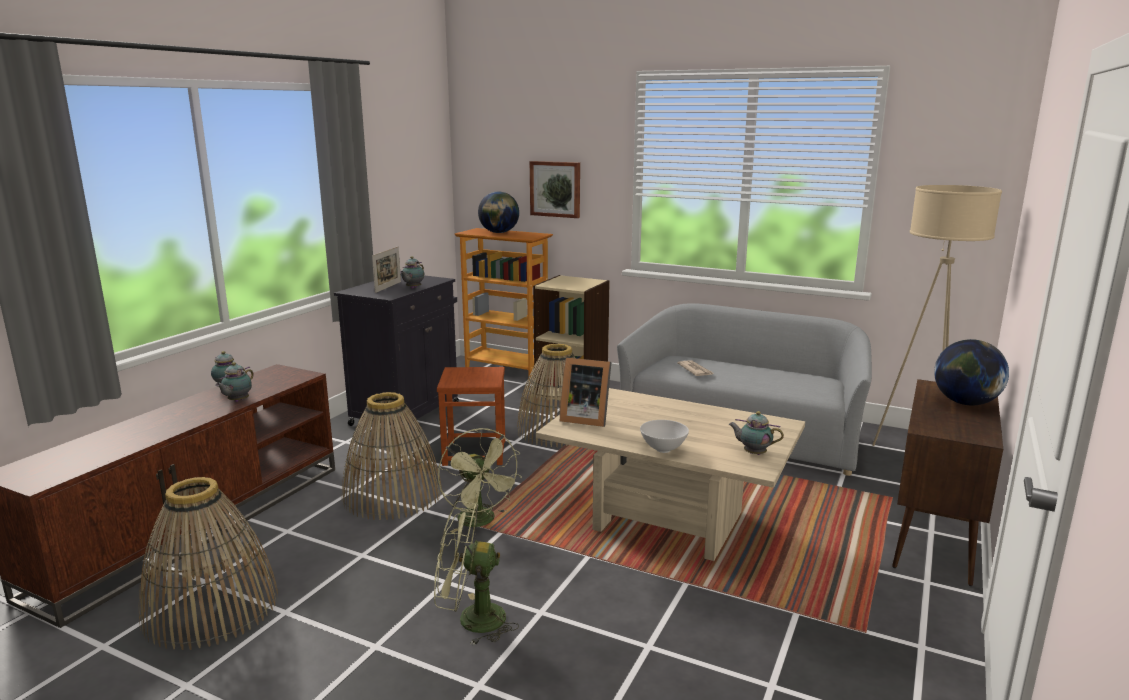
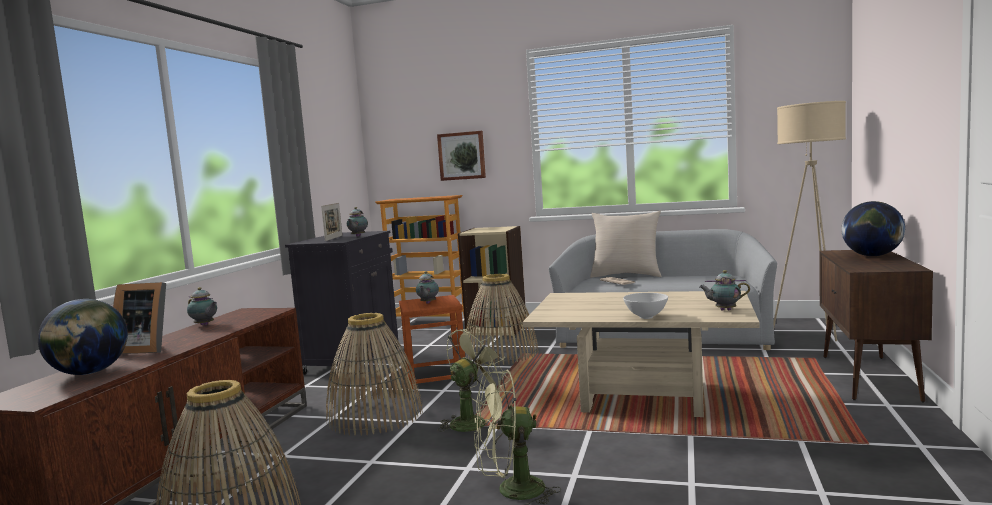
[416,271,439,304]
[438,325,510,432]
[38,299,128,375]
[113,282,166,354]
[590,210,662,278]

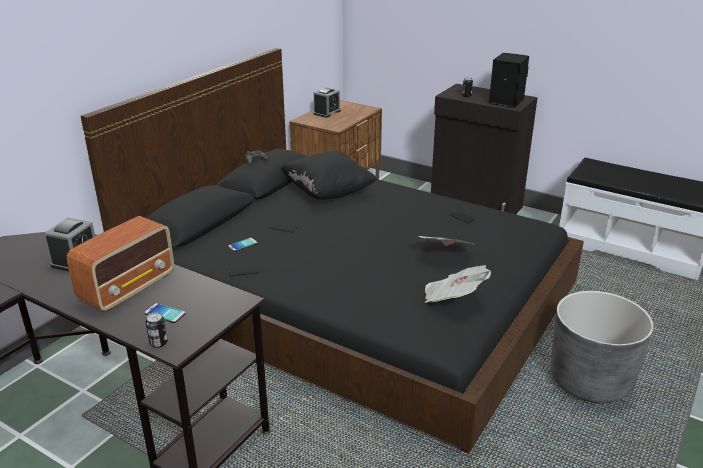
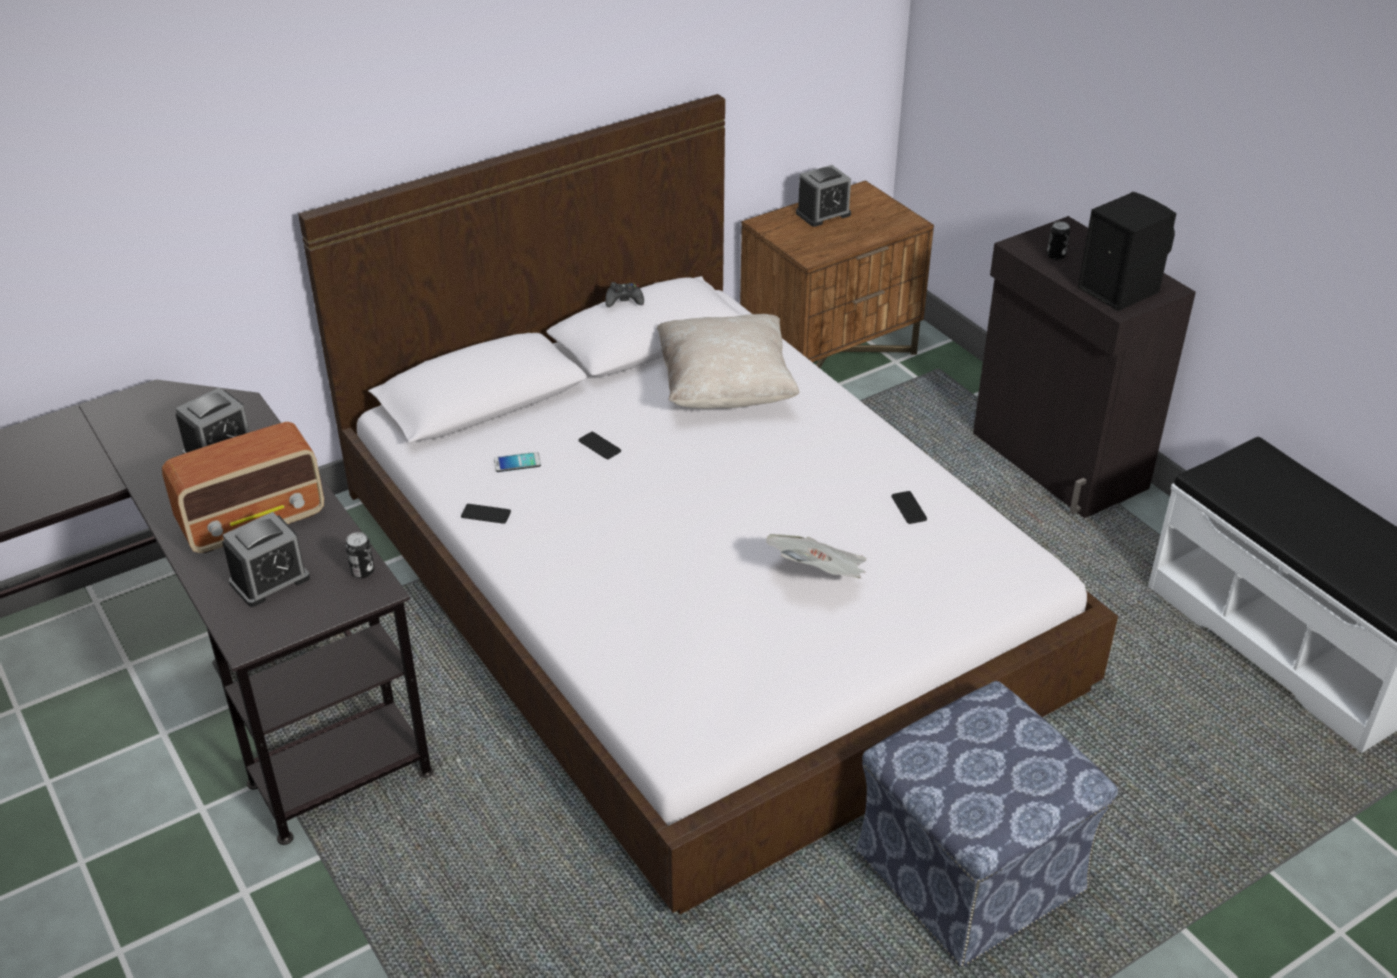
[298,94,1118,914]
[222,512,310,607]
[345,532,374,578]
[657,314,799,409]
[425,265,491,303] (first image)
[856,681,1118,967]

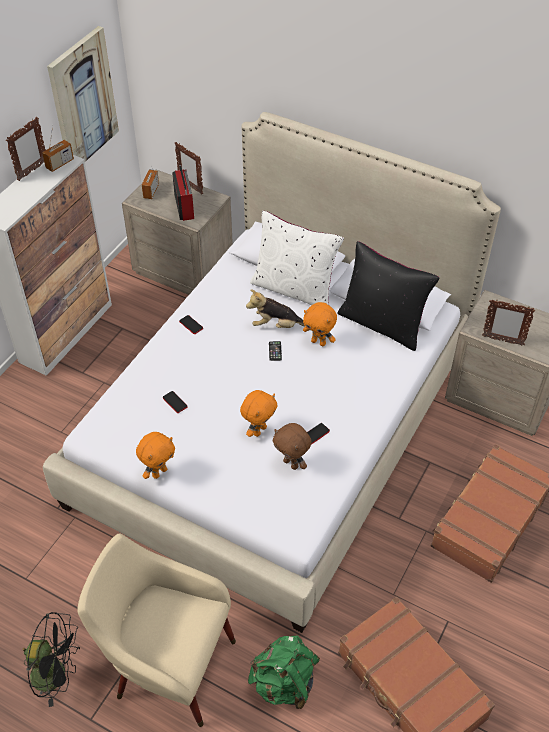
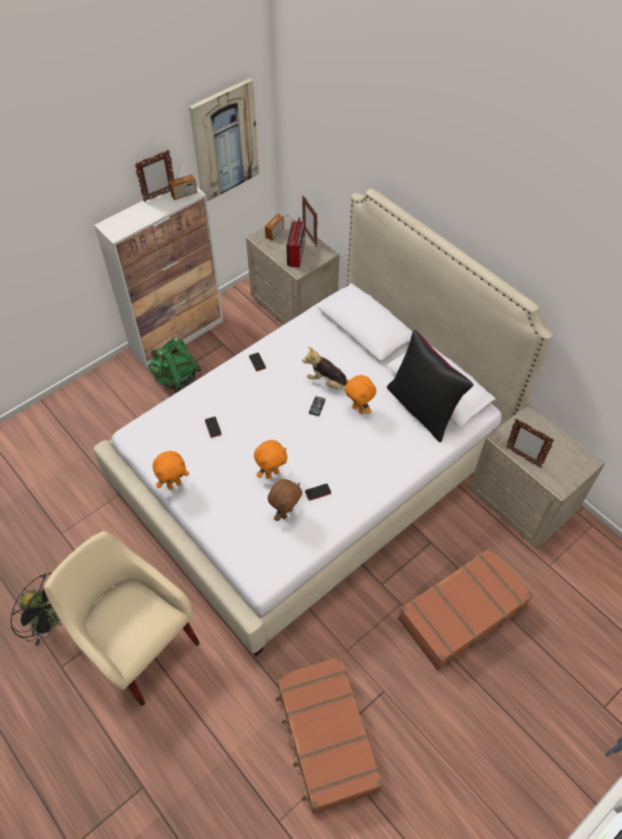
[149,337,201,393]
[250,211,344,305] (first image)
[267,479,302,521]

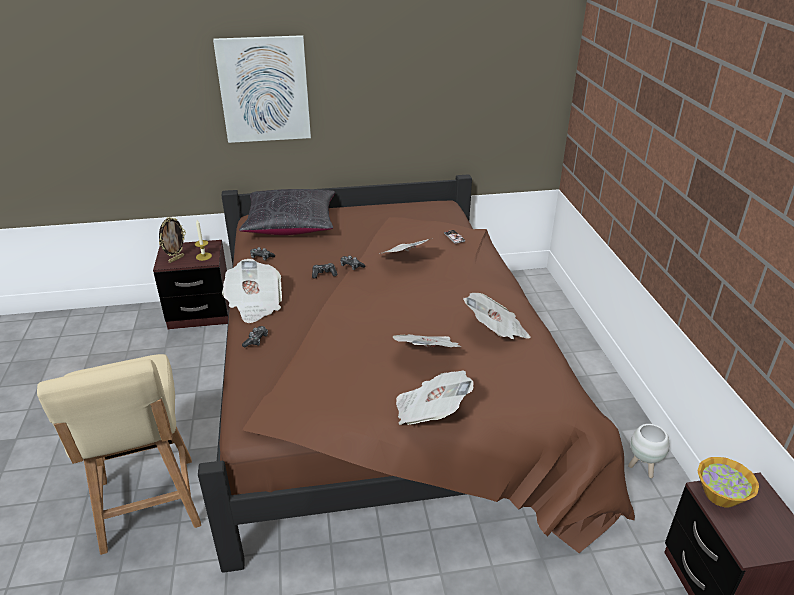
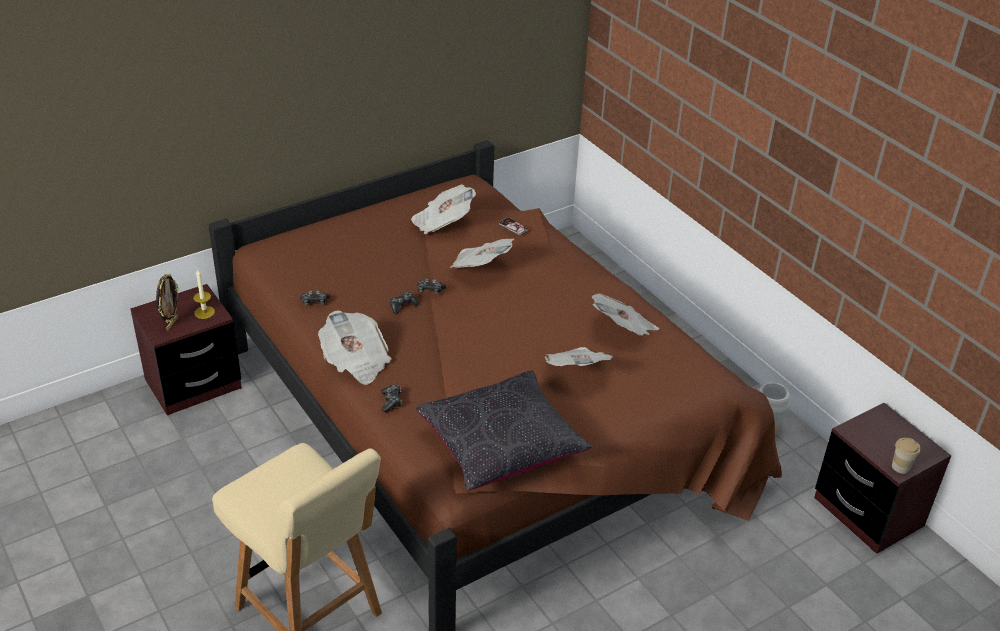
[213,35,311,143] (first image)
[416,370,592,491]
[411,184,476,234]
[698,457,759,507] (first image)
[892,438,920,474]

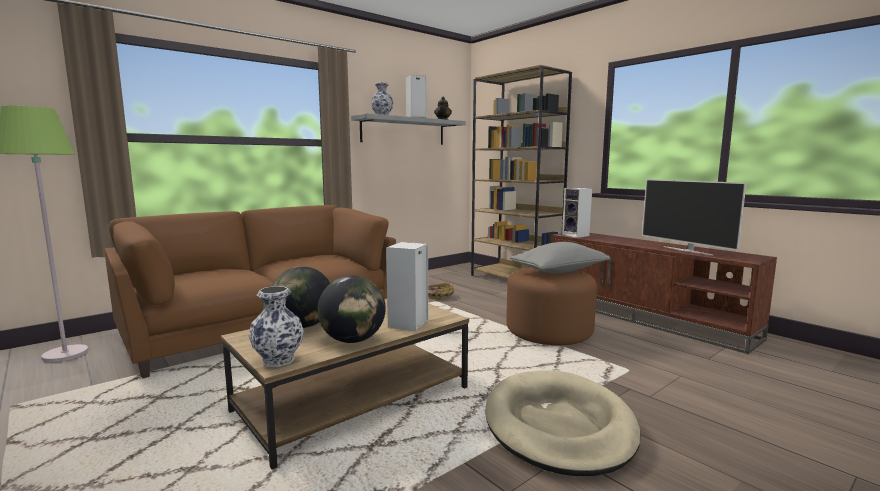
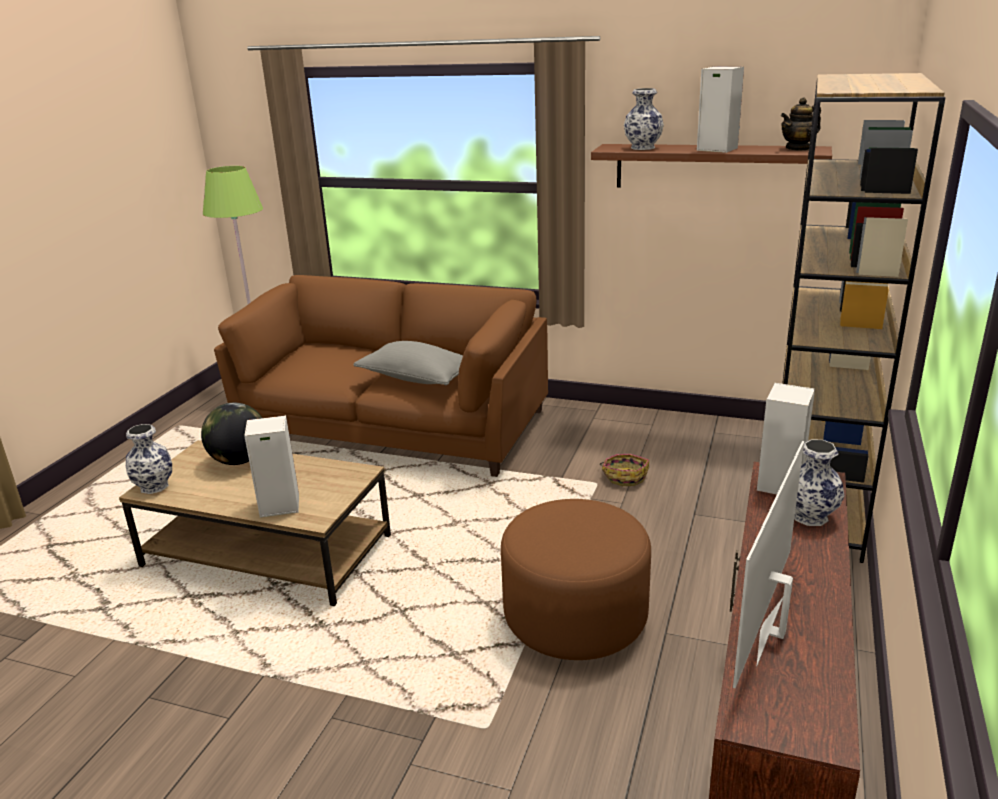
[317,275,386,343] (first image)
[591,144,832,189]
[485,370,641,476] (first image)
[354,341,463,385]
[794,440,844,526]

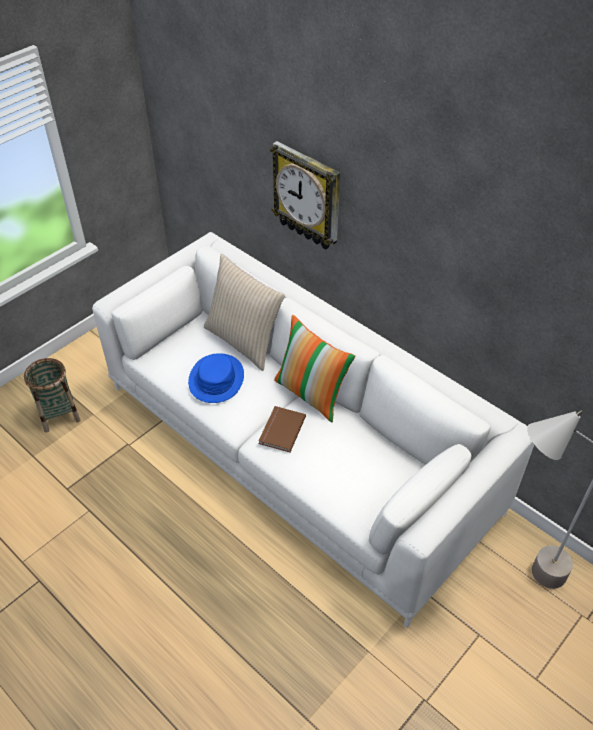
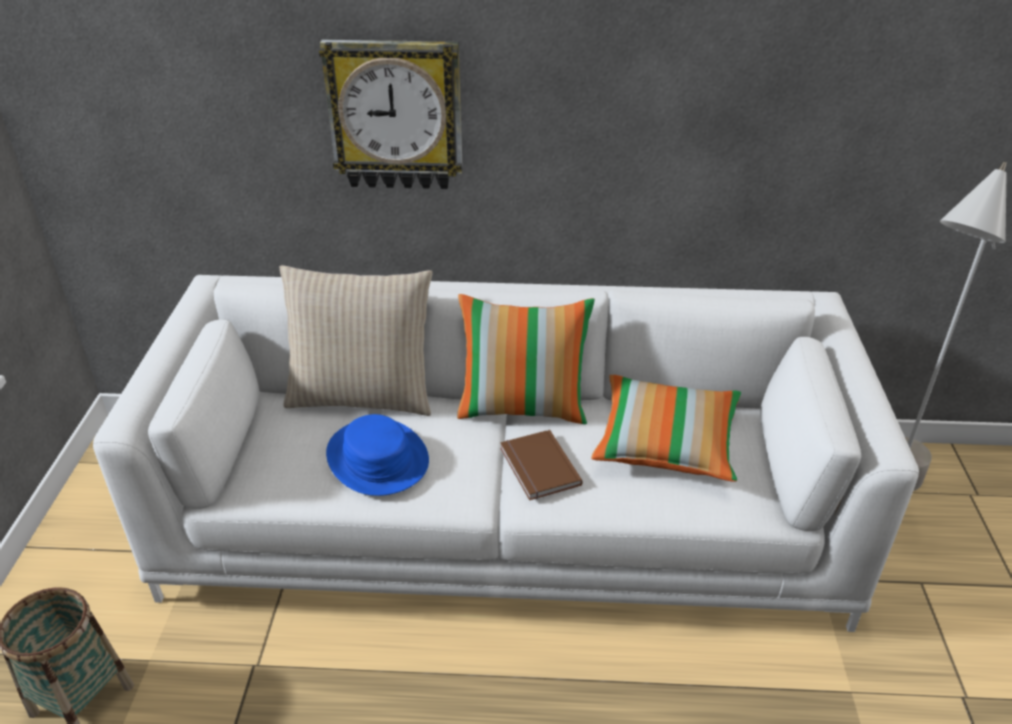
[591,375,741,481]

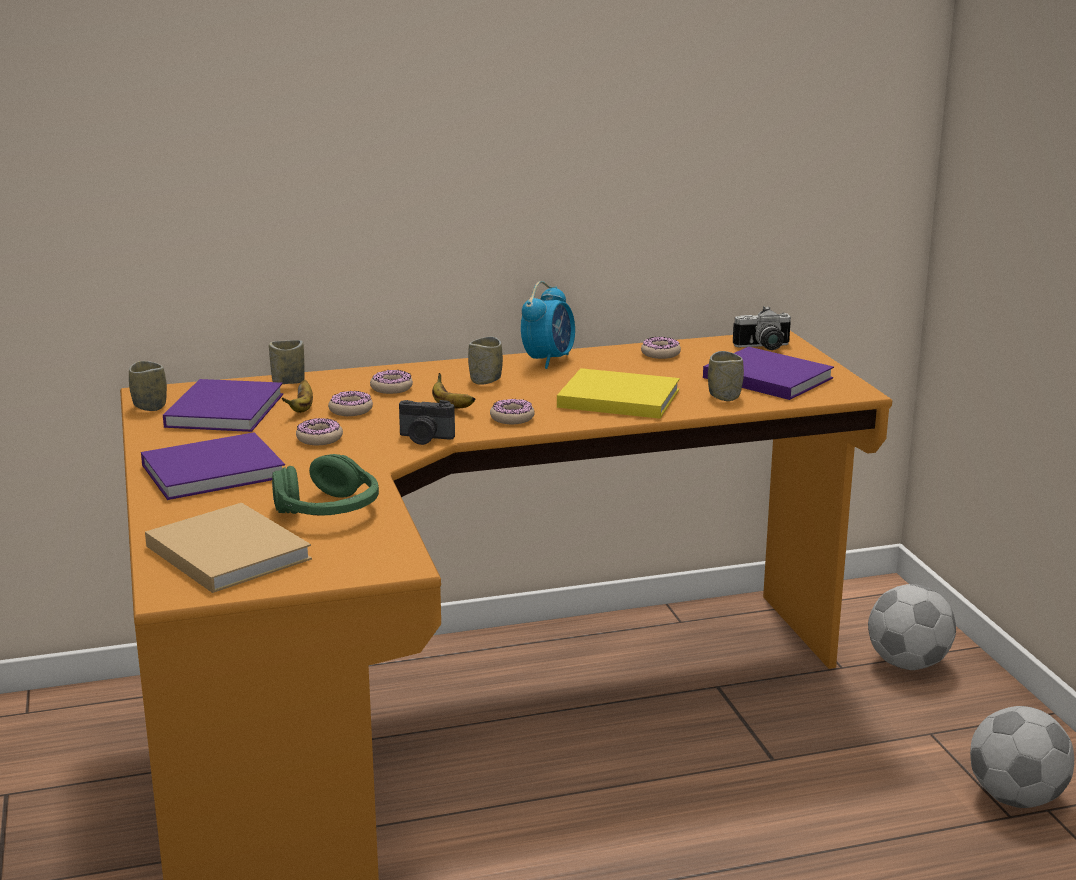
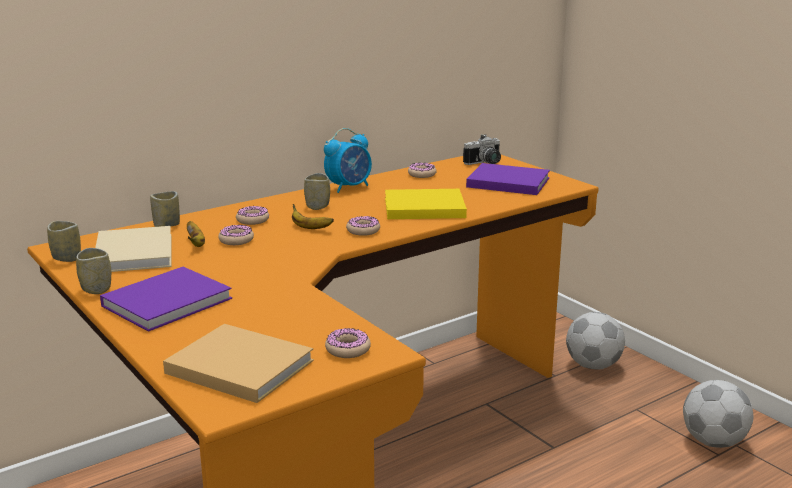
[95,226,171,272]
[272,454,379,516] (first image)
[325,328,371,358]
[399,400,455,445] (first image)
[324,128,372,193]
[76,248,111,294]

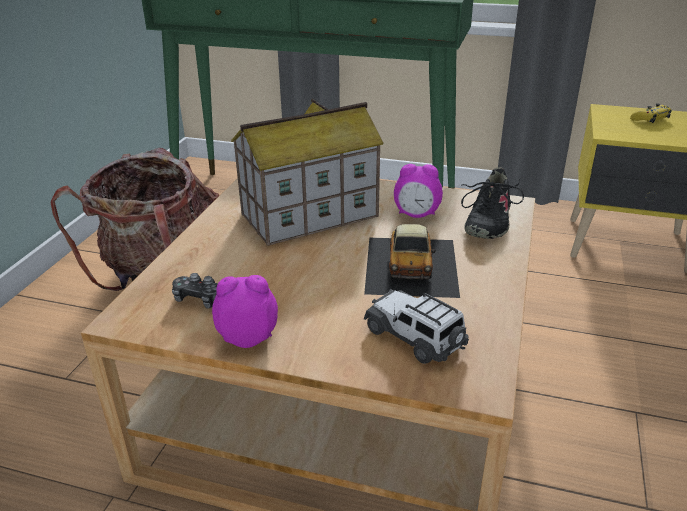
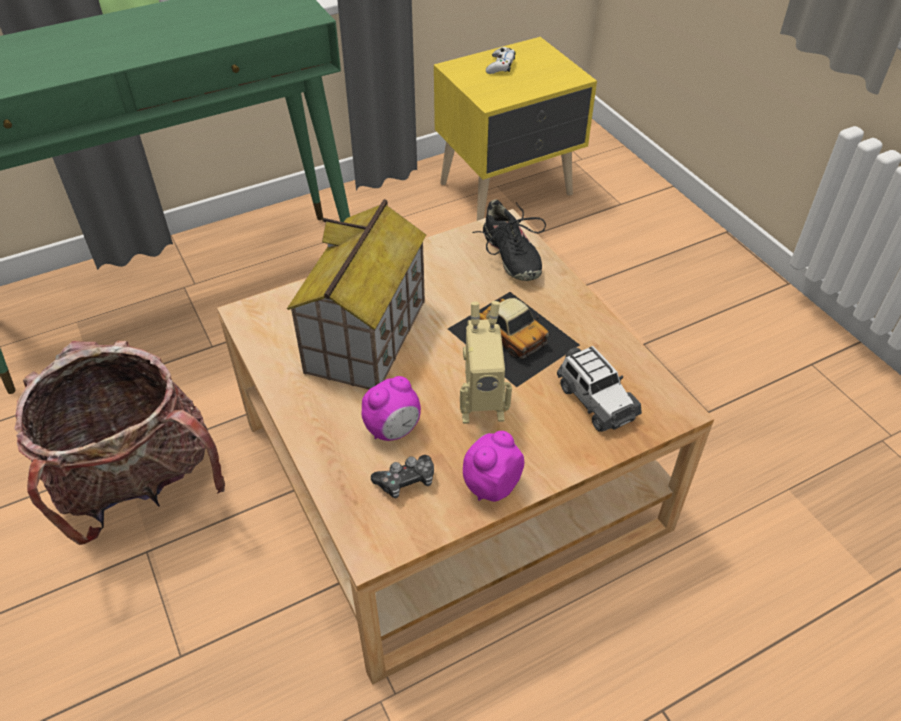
[557,346,642,432]
[362,376,421,441]
[486,47,515,74]
[460,301,512,424]

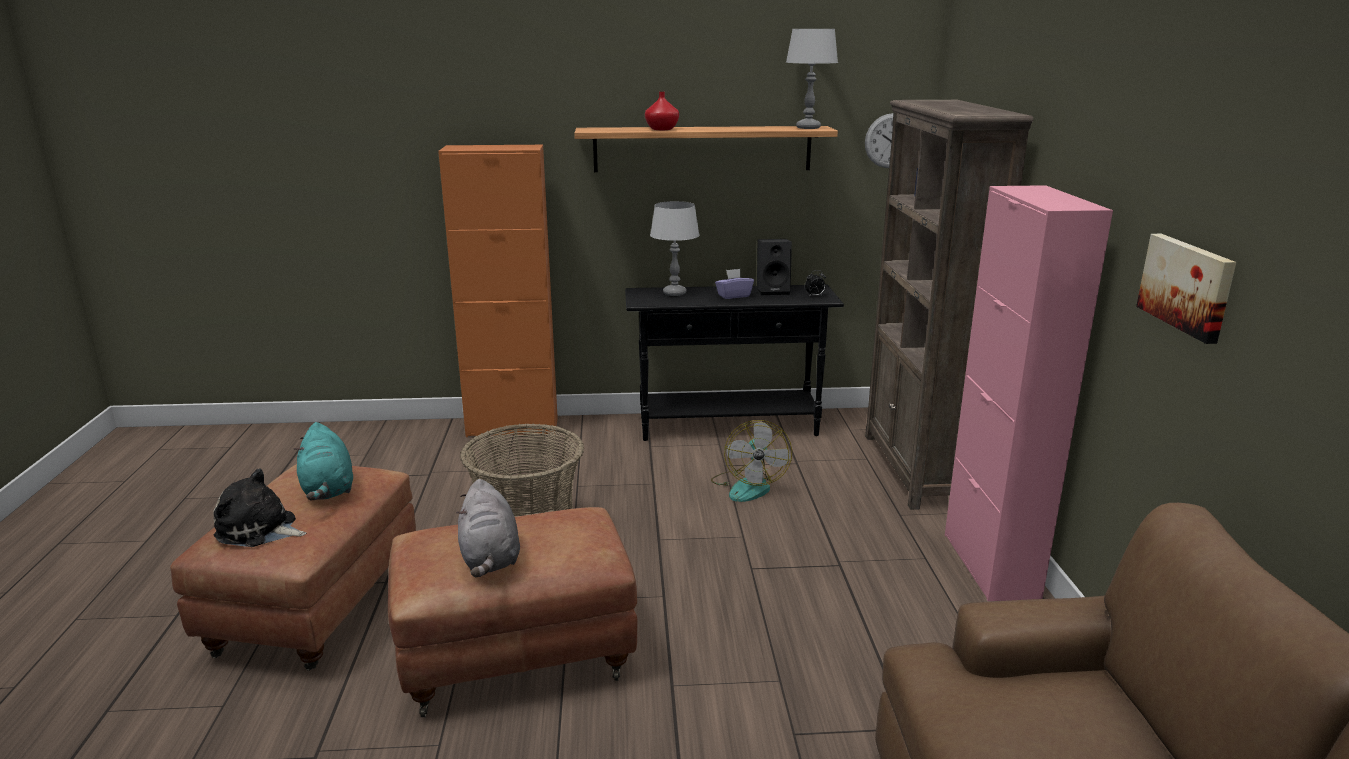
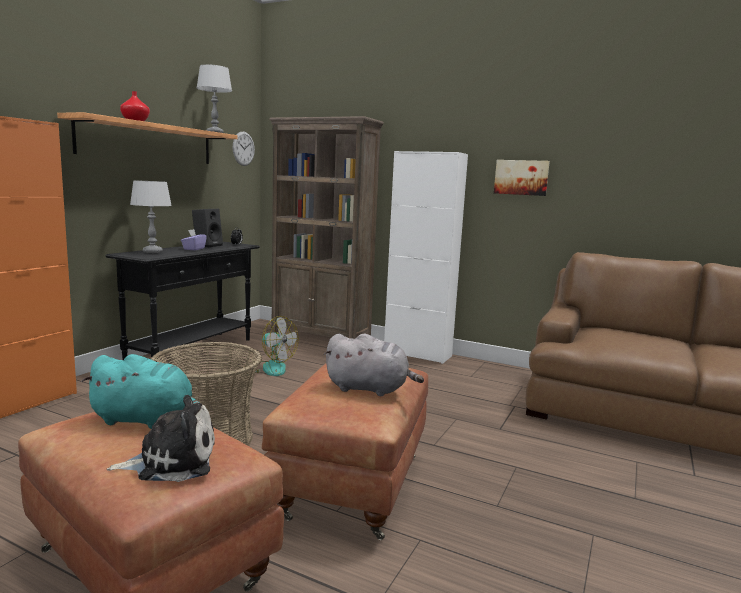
[107,395,215,482]
[384,151,468,364]

